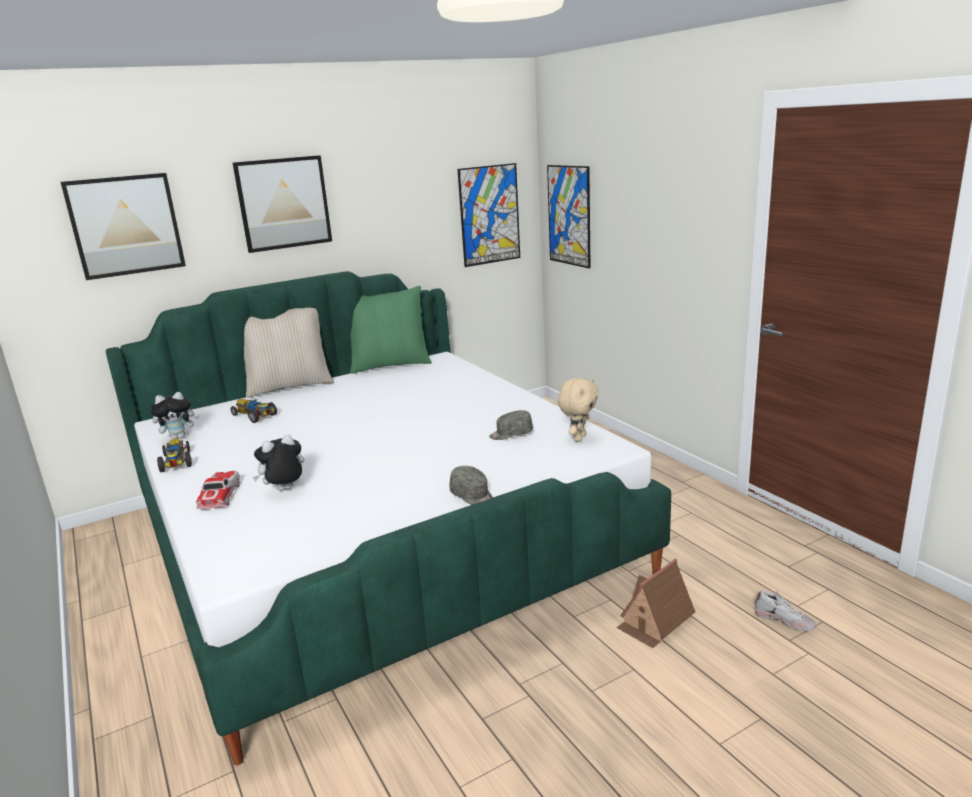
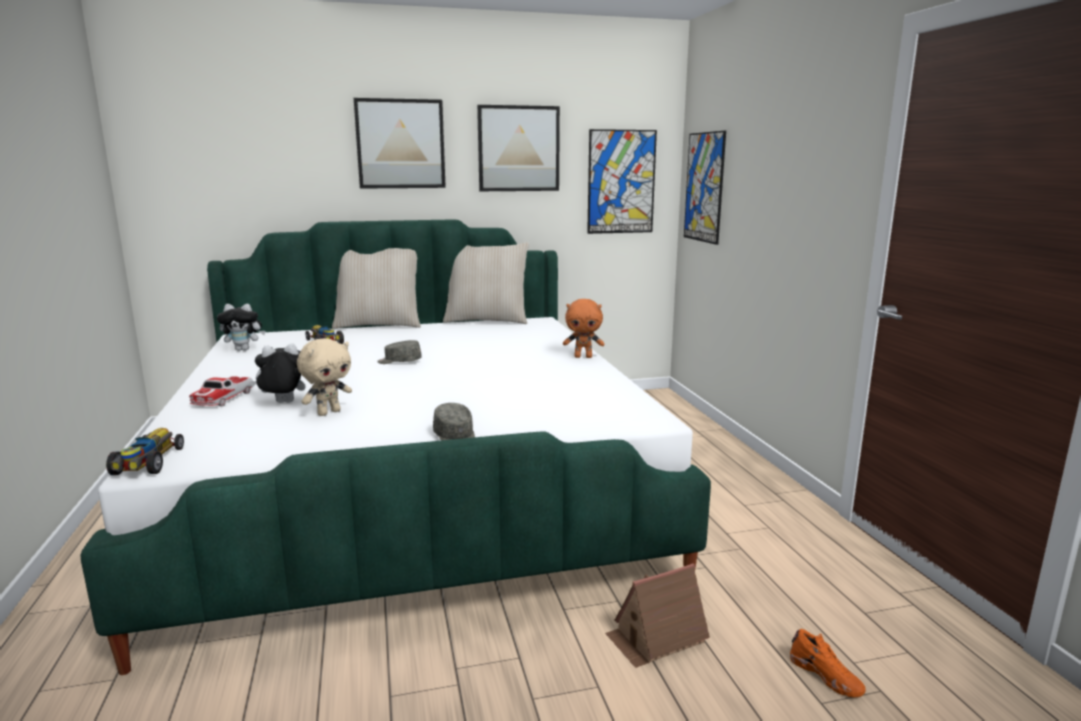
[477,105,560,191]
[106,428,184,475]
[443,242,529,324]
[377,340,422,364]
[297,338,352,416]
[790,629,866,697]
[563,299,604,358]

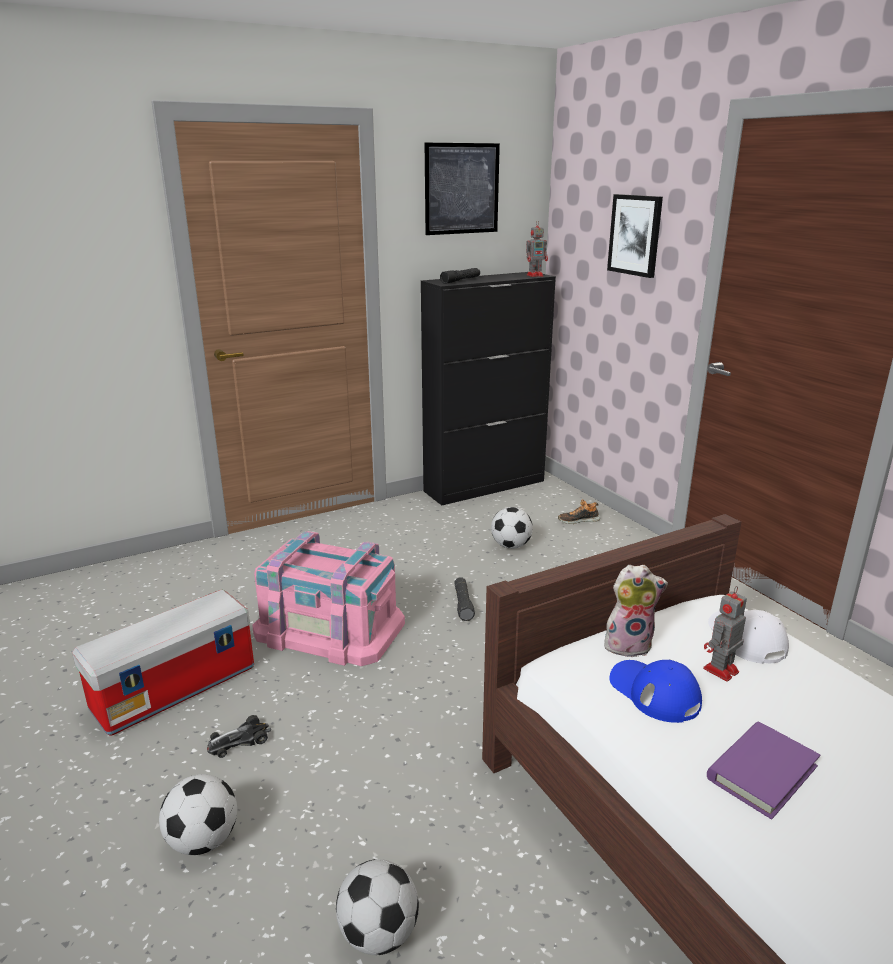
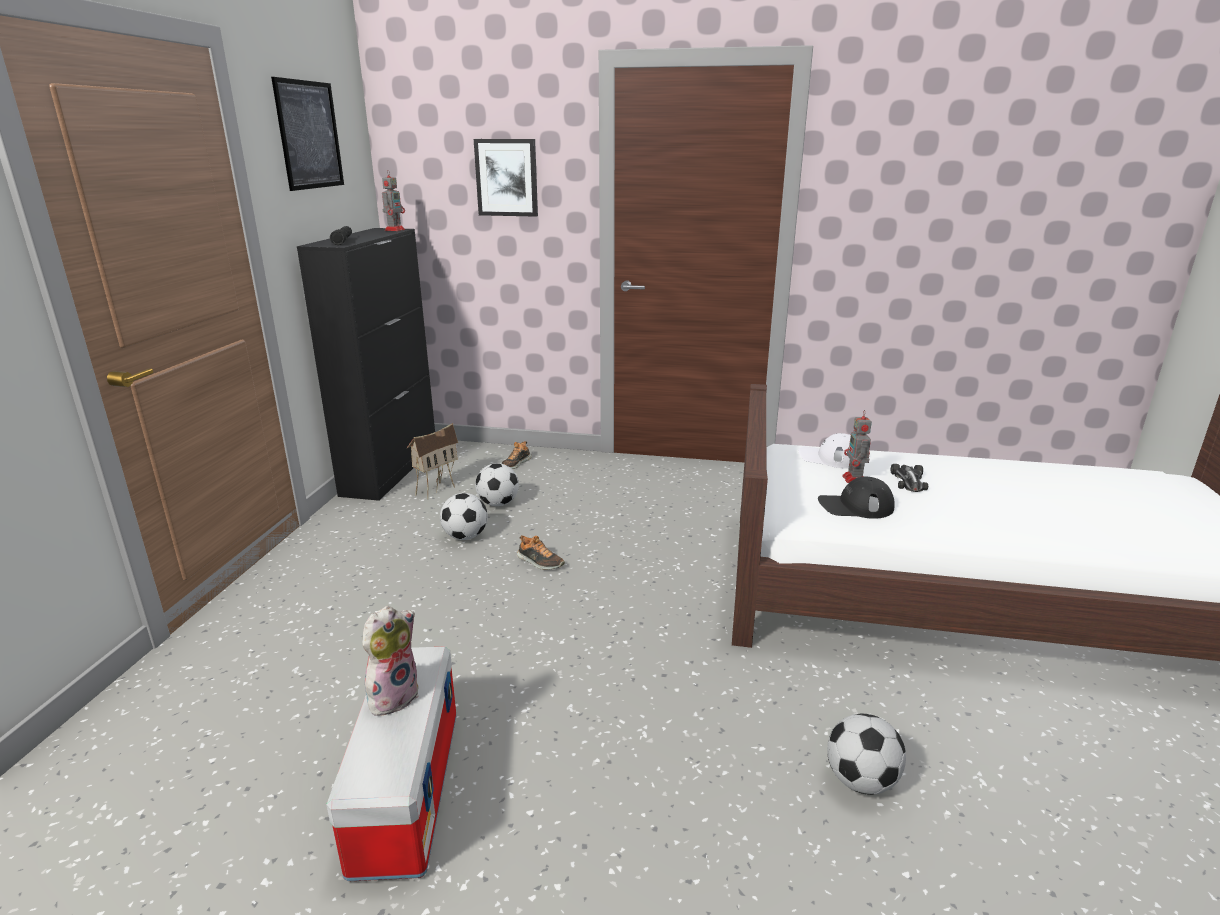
[440,493,488,540]
[891,464,928,492]
[252,531,405,666] (first image)
[517,535,565,570]
[363,606,419,716]
[818,477,895,519]
[707,721,820,820] (first image)
[407,423,458,500]

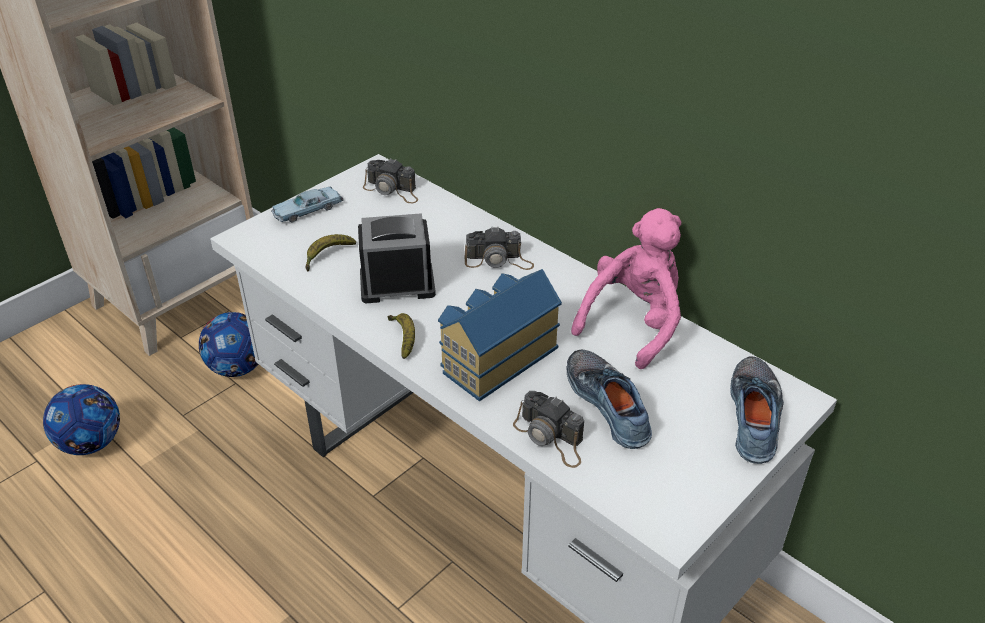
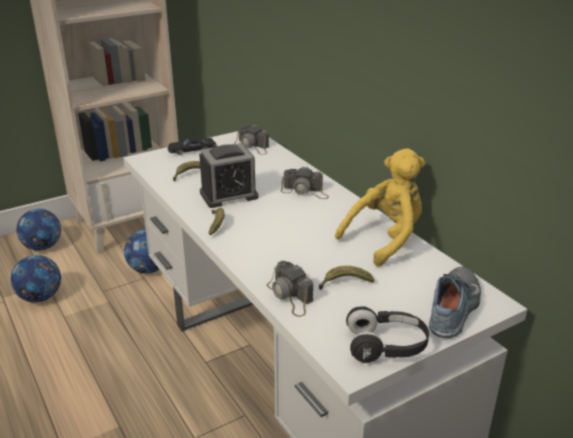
[168,137,217,155]
[199,143,259,208]
[438,269,562,402] (first image)
[319,266,374,290]
[335,148,425,267]
[16,209,61,251]
[346,306,429,363]

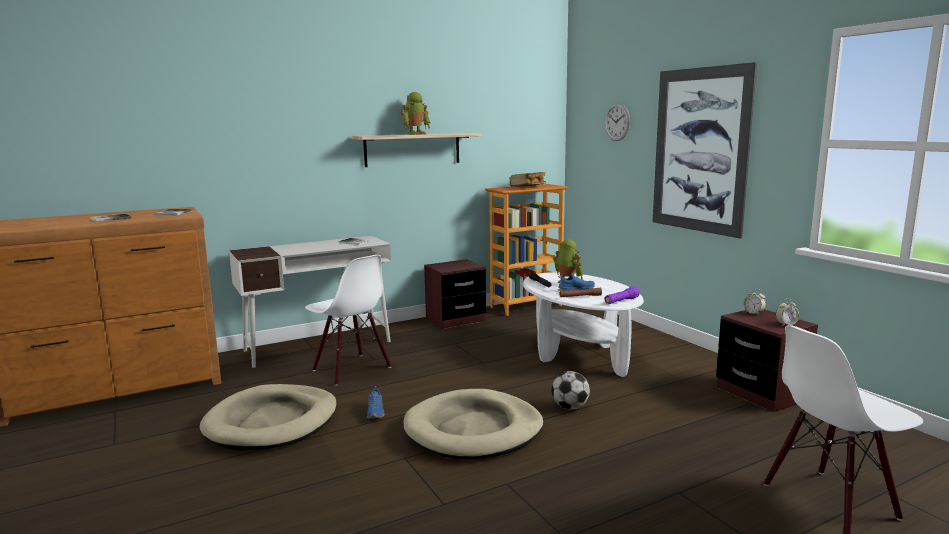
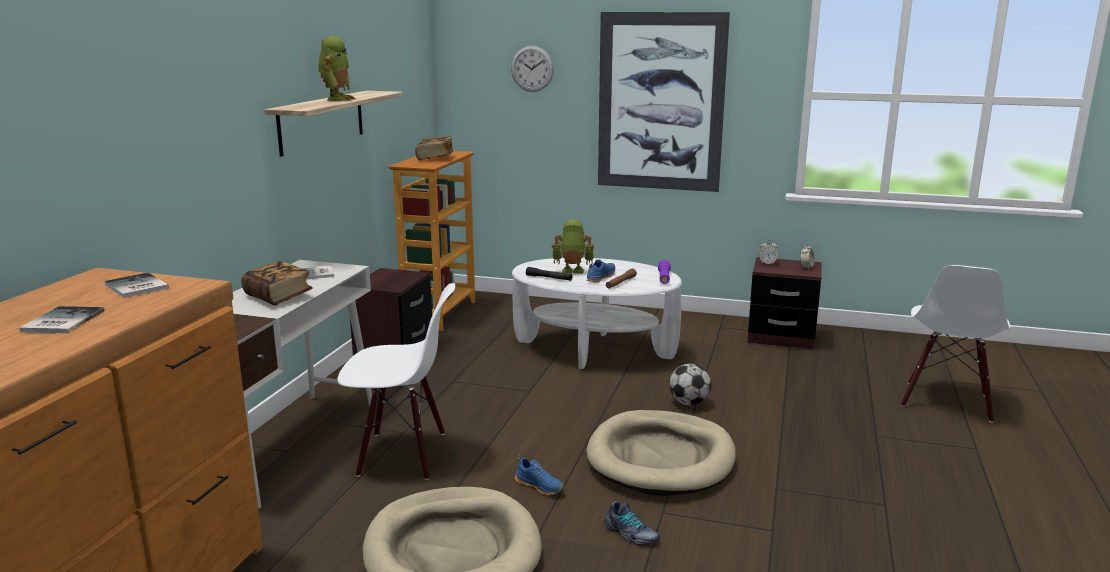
[241,261,313,306]
[604,500,660,546]

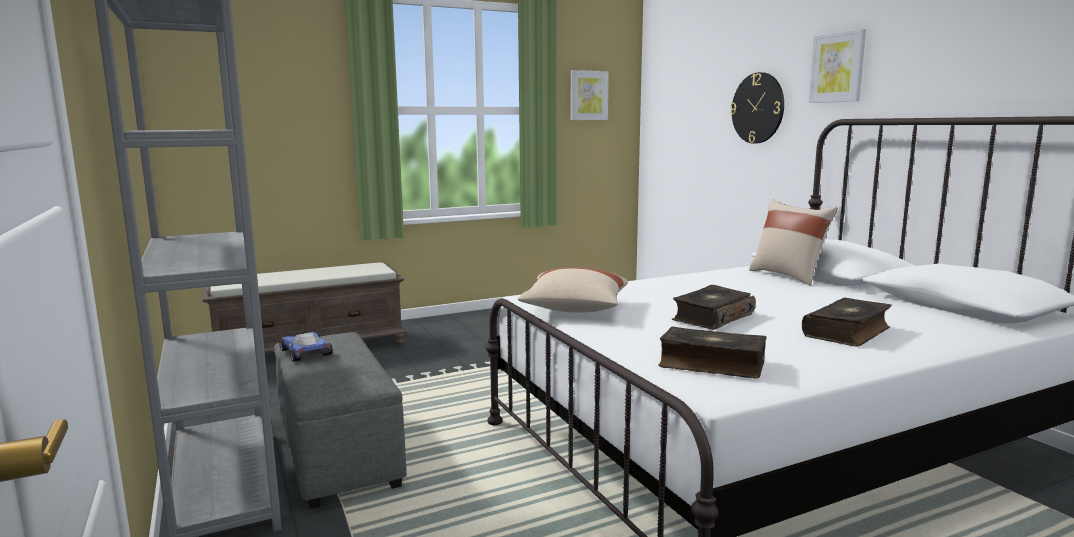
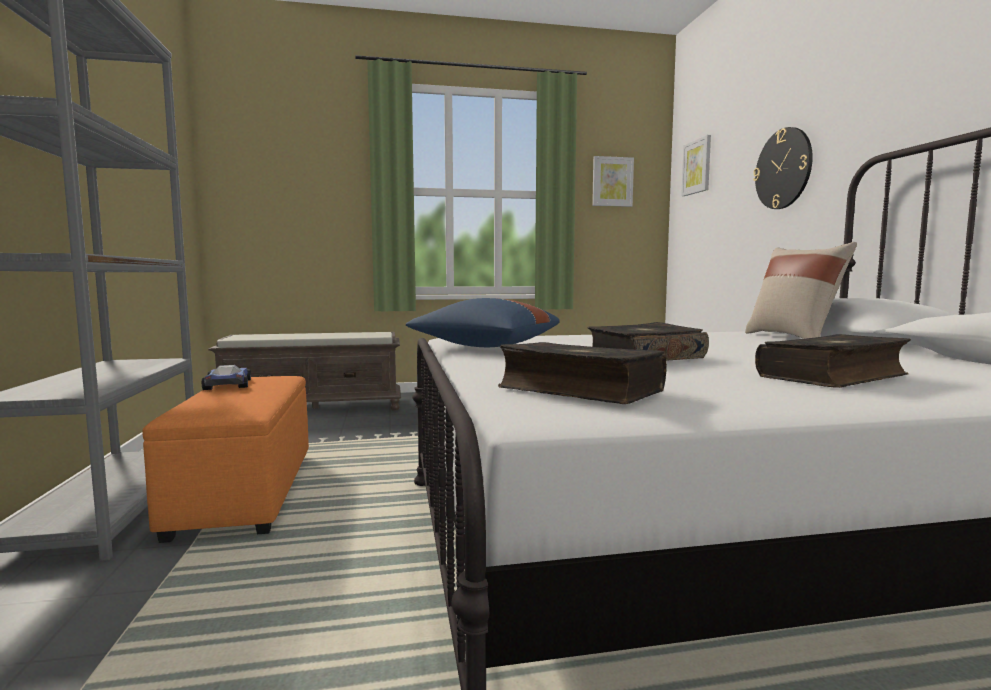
[142,376,309,543]
[406,298,560,347]
[681,135,711,196]

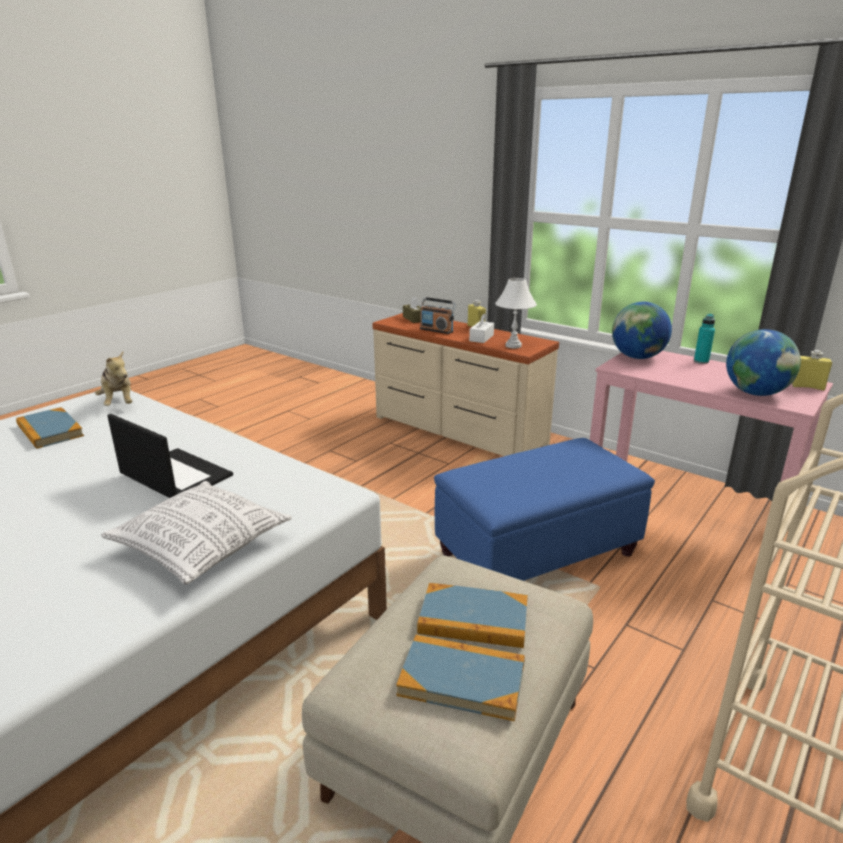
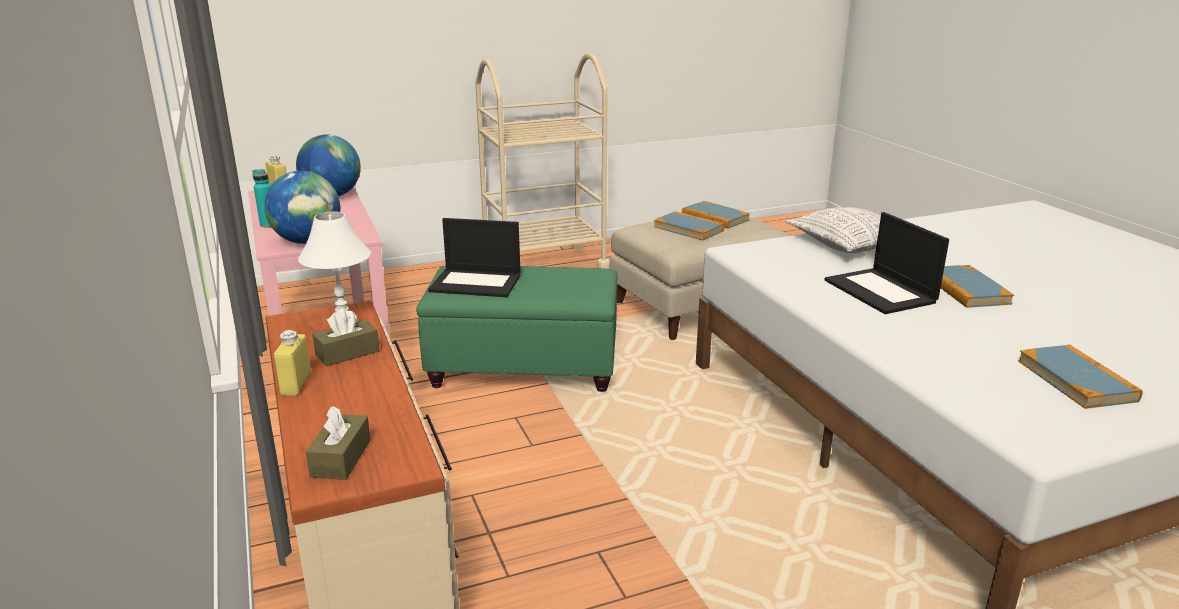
[95,351,132,406] (first image)
[420,297,456,334] (first image)
[416,266,618,392]
[312,309,380,366]
[428,218,521,297]
[941,265,1014,308]

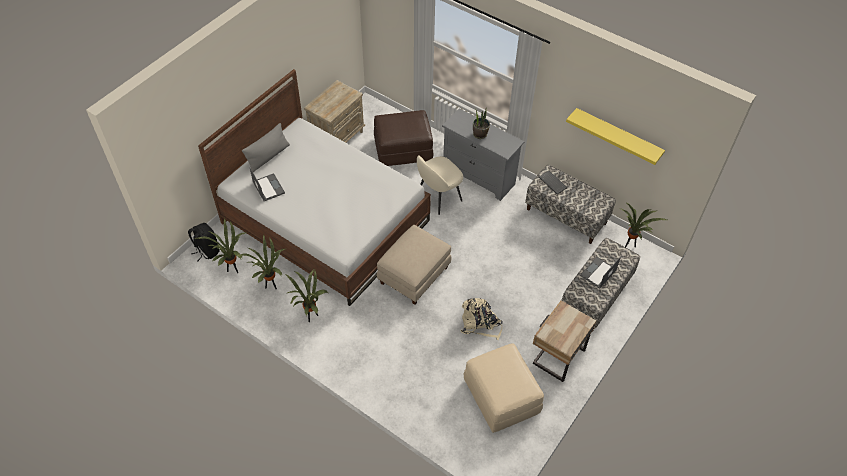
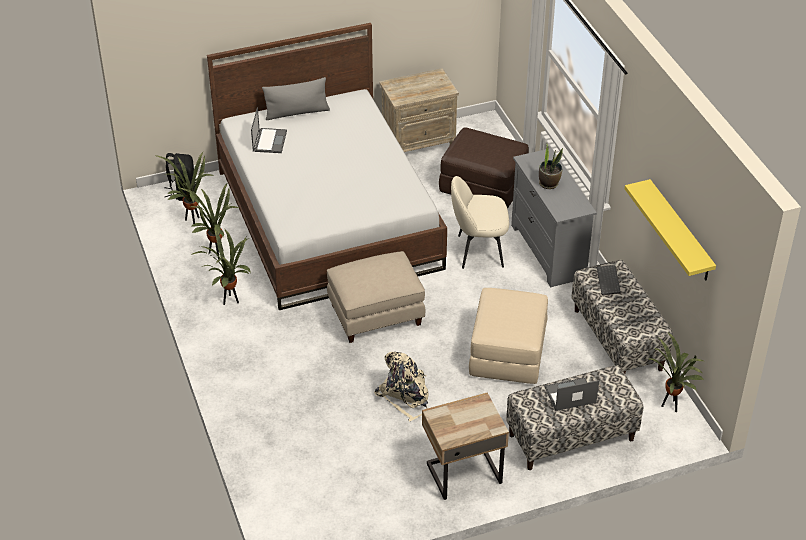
[469,288,548,384]

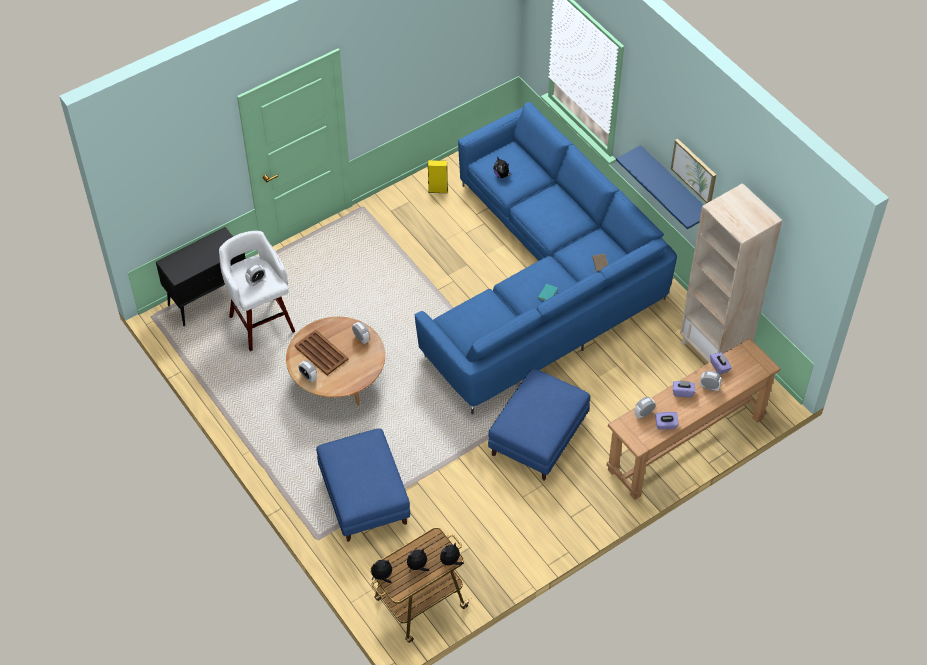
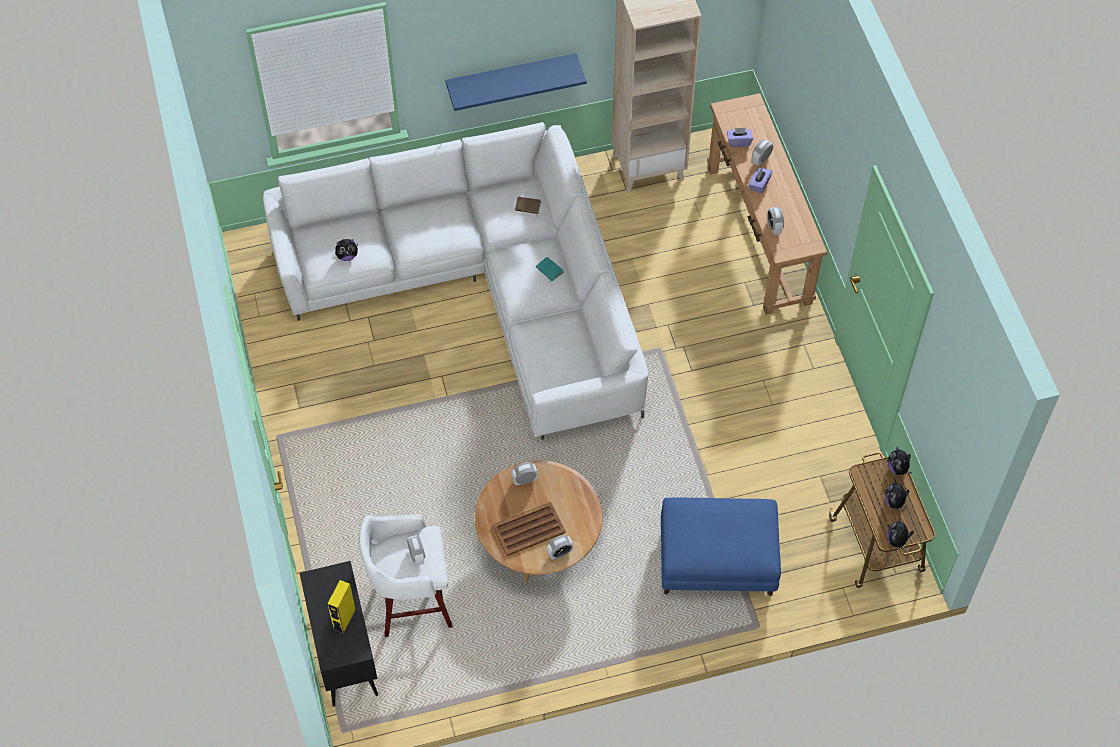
[263,122,648,440]
[328,580,356,634]
[488,368,590,481] (first image)
[655,412,679,430] (first image)
[671,139,716,203] (first image)

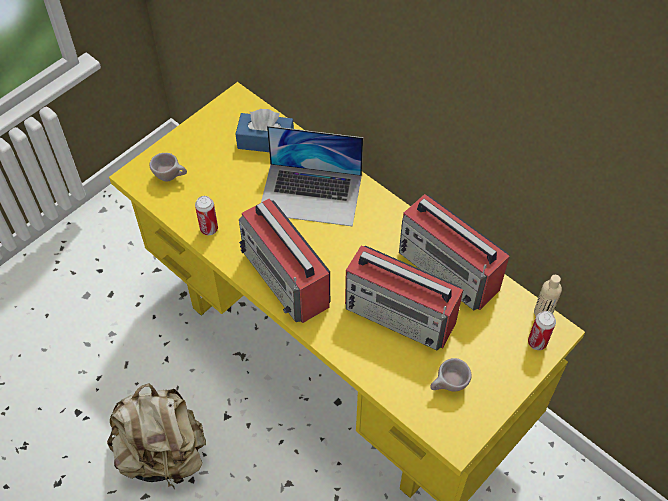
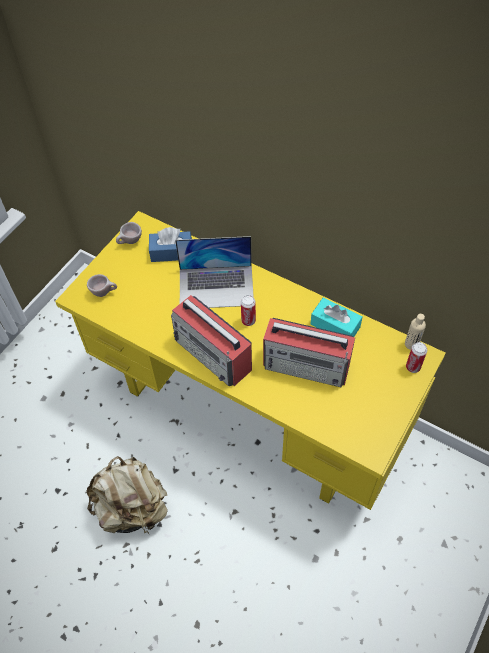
[241,295,256,326]
[310,298,363,337]
[116,222,142,244]

